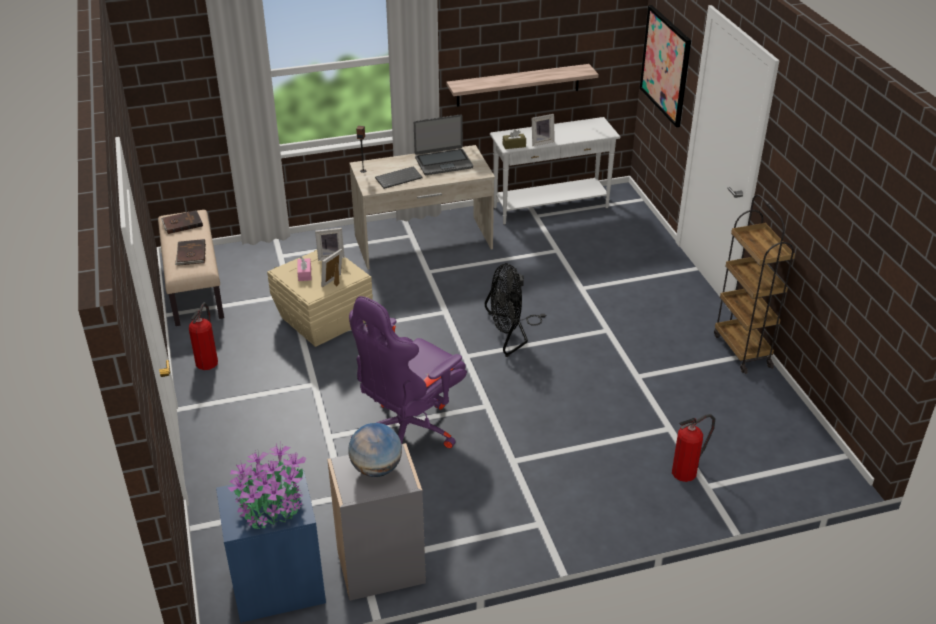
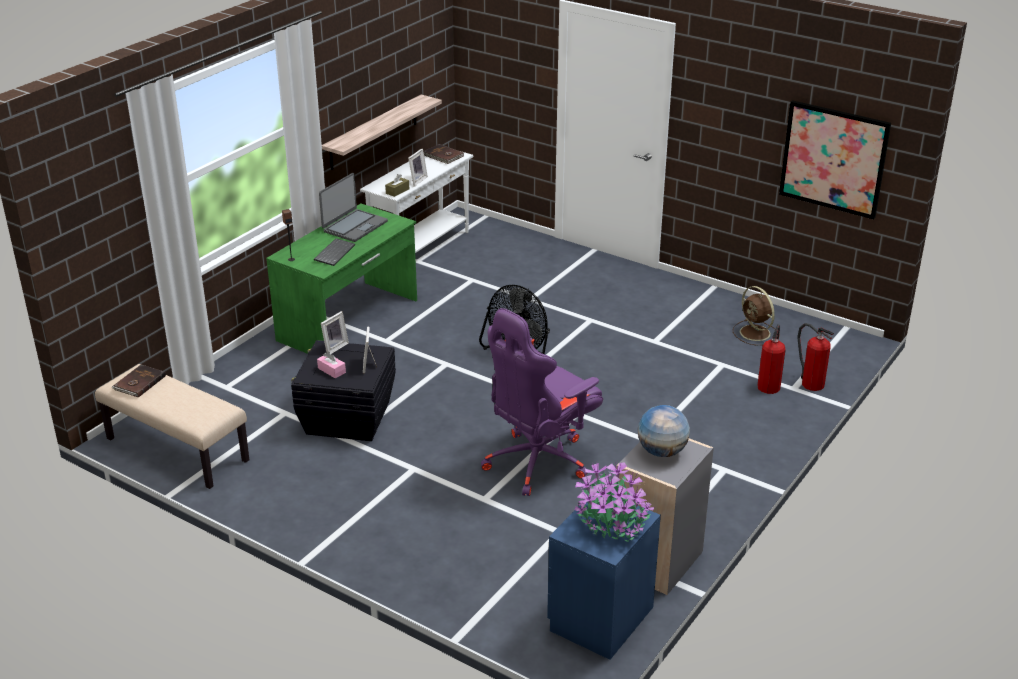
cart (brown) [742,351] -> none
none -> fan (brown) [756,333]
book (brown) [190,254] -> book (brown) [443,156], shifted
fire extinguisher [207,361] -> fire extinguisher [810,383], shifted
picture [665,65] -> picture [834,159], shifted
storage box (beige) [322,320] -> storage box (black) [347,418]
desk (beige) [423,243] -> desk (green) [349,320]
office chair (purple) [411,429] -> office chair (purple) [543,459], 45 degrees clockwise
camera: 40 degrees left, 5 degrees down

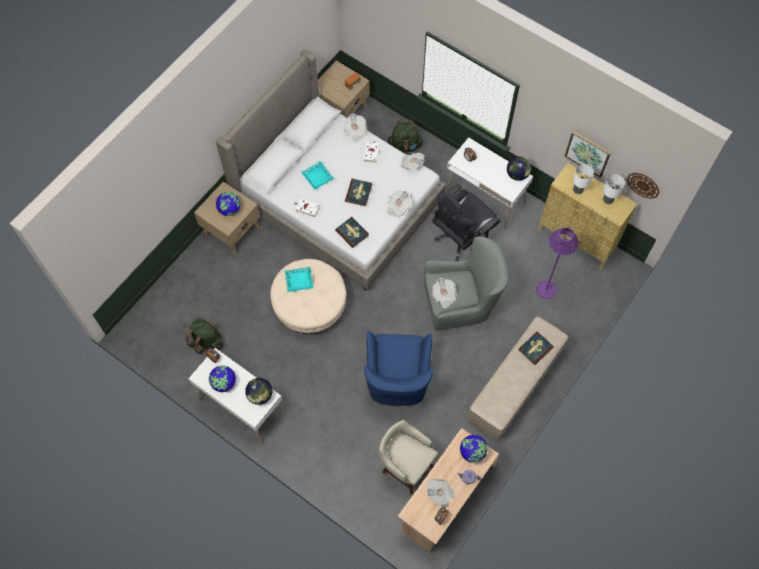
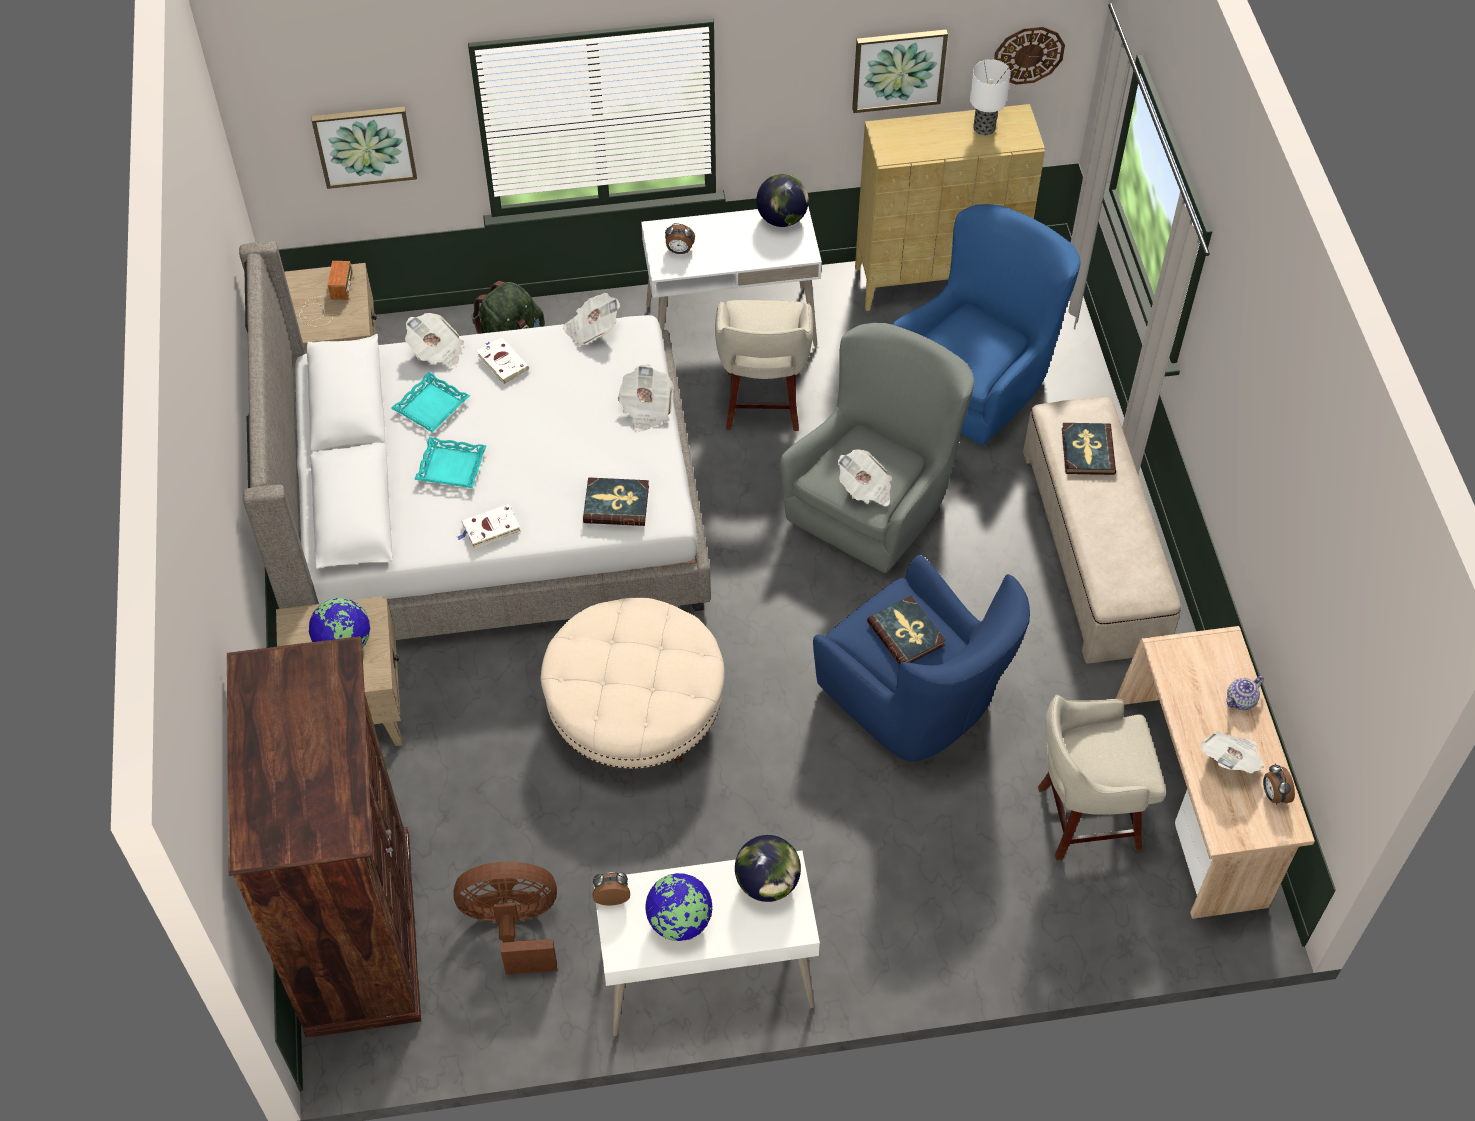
globe [472,452] -> none
table lamp [577,190] -> none
none -> wardrobe (brown) [360,932]
none -> picture [365,145]
tray (turquoise) [299,280] -> tray (turquoise) [431,406], shifted
book [358,193] -> book [906,633], shifted
backpack (green) [206,340] -> fan (brown) [514,926]
office chair (black) [463,236] -> stool (beige) [762,405]
floor lamp (purple) [546,289] -> armchair (blue) [977,381]
camera: 45 degrees left, 10 degrees down

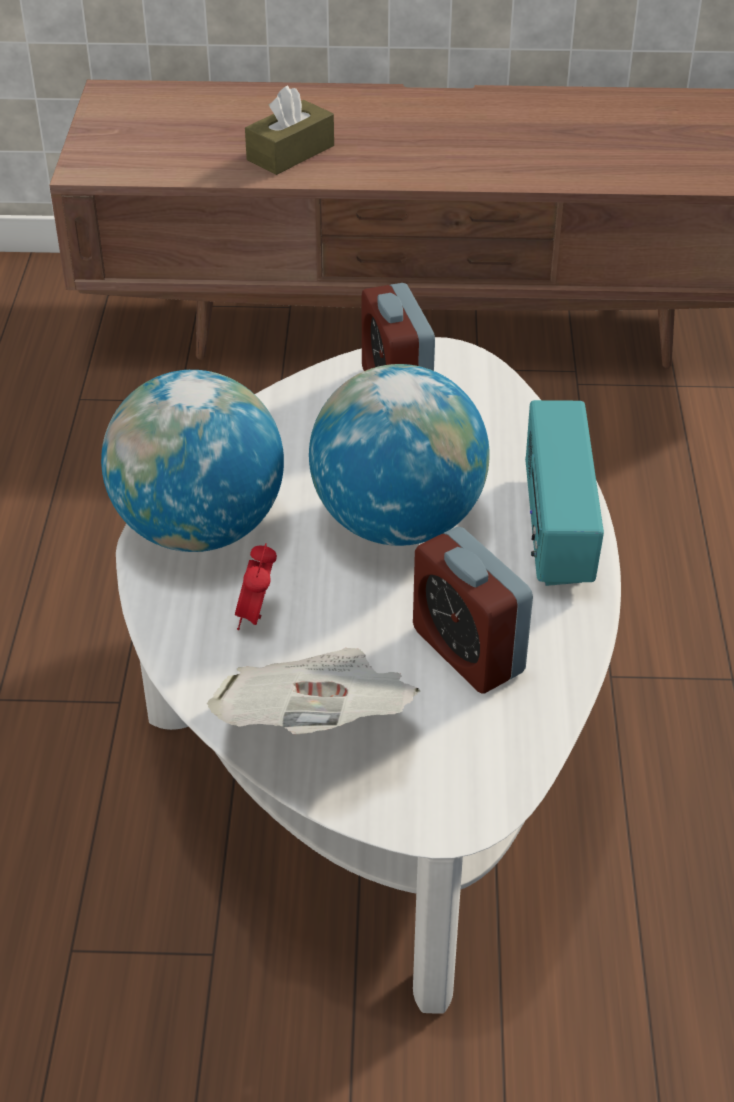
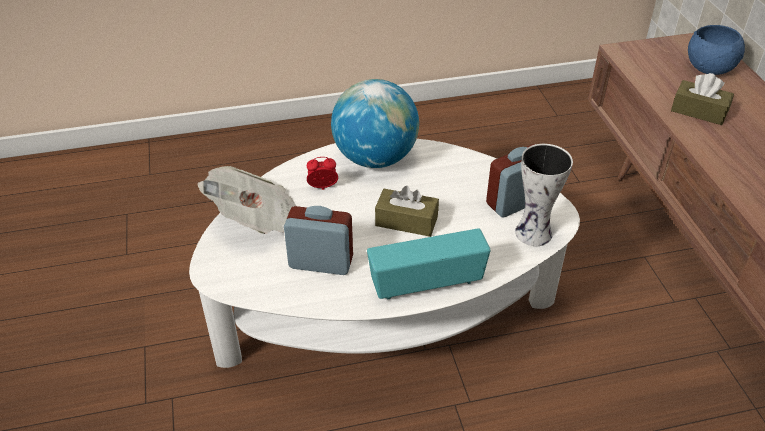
none -> vase [534,234]
none -> bowl (blue) [709,68]
globe [397,522] -> tissue box (brown) [406,221]
alarm clock [467,651] -> alarm clock [321,262], 60 degrees clockwise
camera: 75 degrees right, 0 degrees up

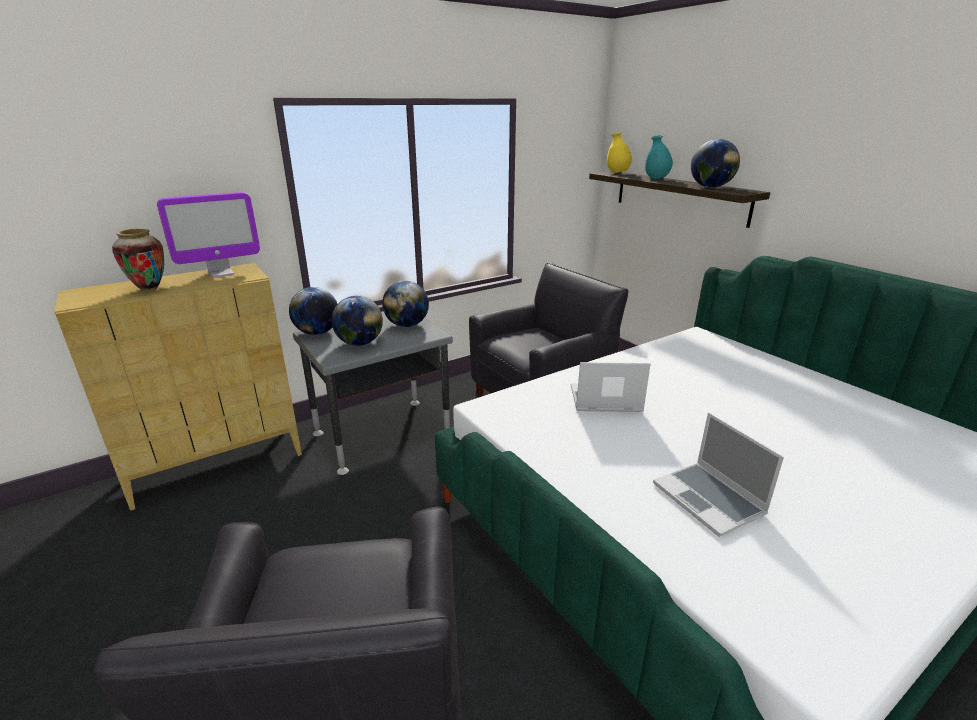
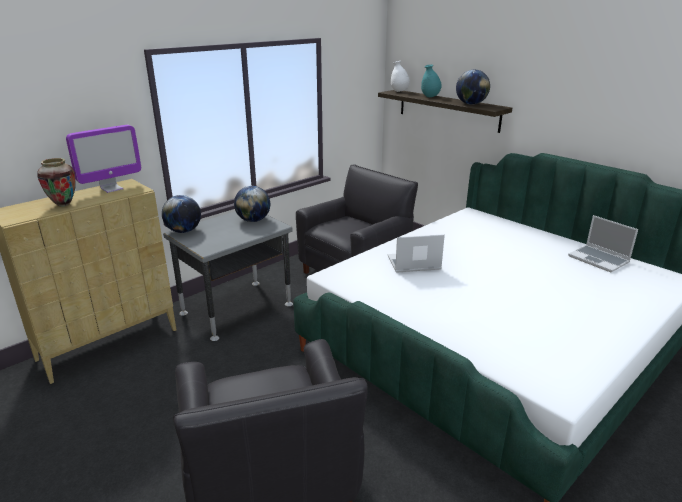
globe [360,343] -> none
laptop [710,500] -> laptop [599,259], shifted
vase (yellow) [617,173] -> vase (white) [399,91]
camera: 10 degrees left, 0 degrees up

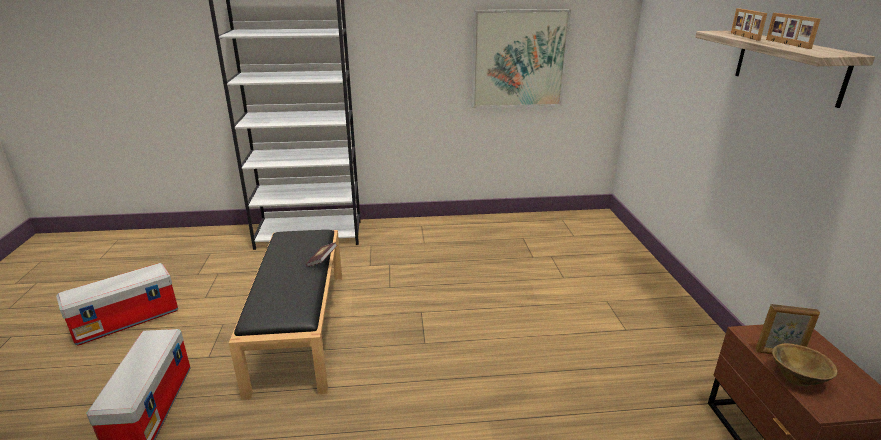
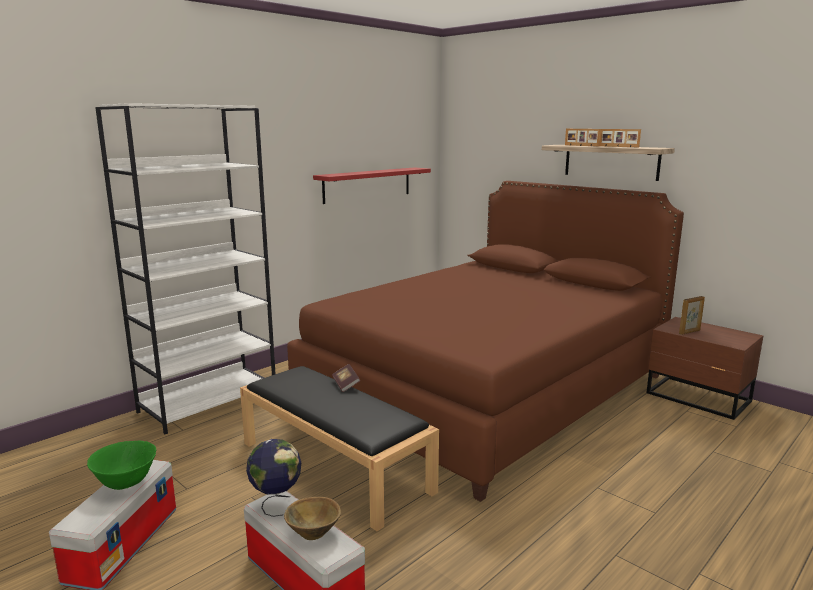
none -> bowl (green) [125,482]
none -> globe [276,502]
none -> bed (brown) [486,389]
bowl (brown) [797,378] -> bowl (brown) [314,532], shifted
picture [519,59] -> shelf (red) [367,184]
camera: 40 degrees left, 10 degrees down

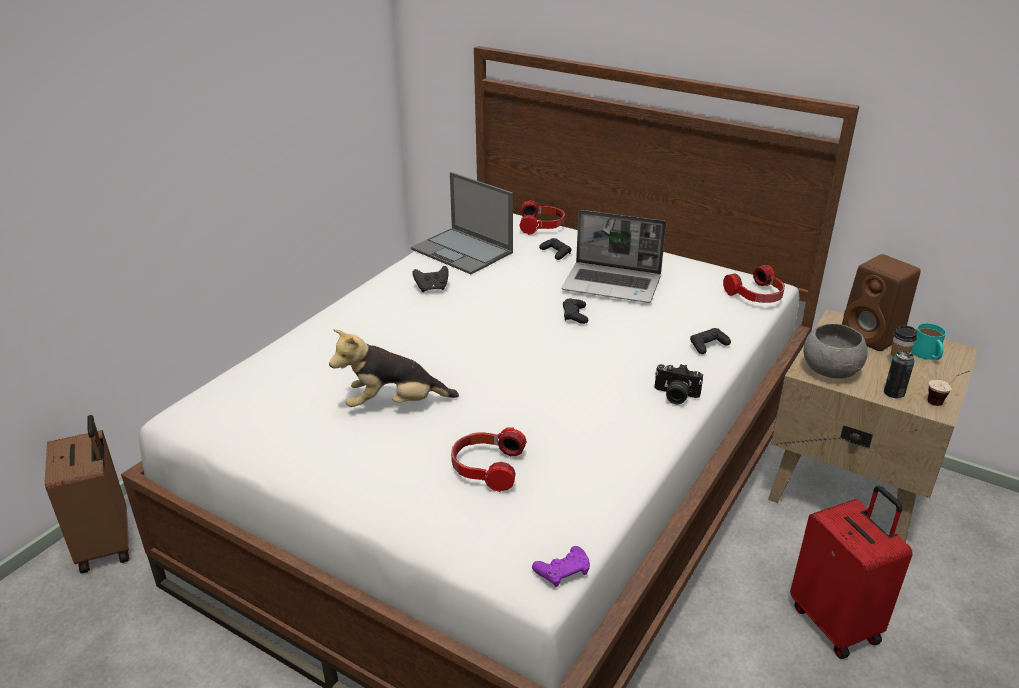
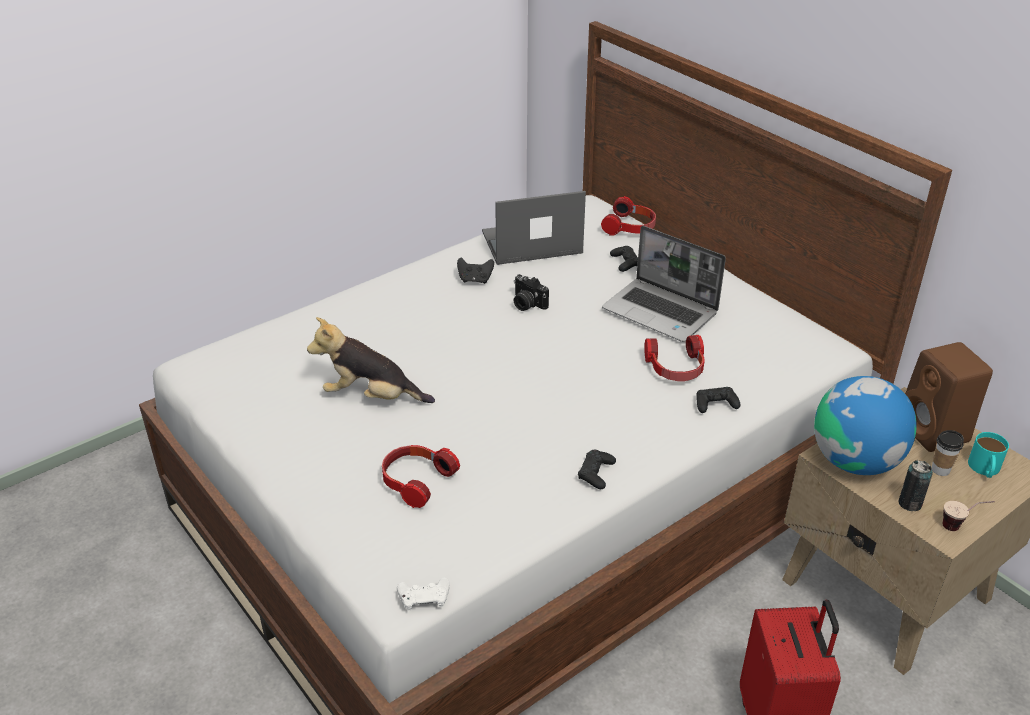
suitcase (brown) [107,544] -> none
game controller (black) [575,315] -> game controller (black) [596,473], shifted
photo camera [675,396] -> photo camera [527,304], shifted
headphones [756,296] -> headphones [676,368], shifted
bowl (grey) [830,370] -> globe [855,460]
game controller (purple) [562,570] -> game controller (white) [424,597]
laptop [463,251] -> laptop [530,243], 105 degrees clockwise
camera: 20 degrees right, 5 degrees up

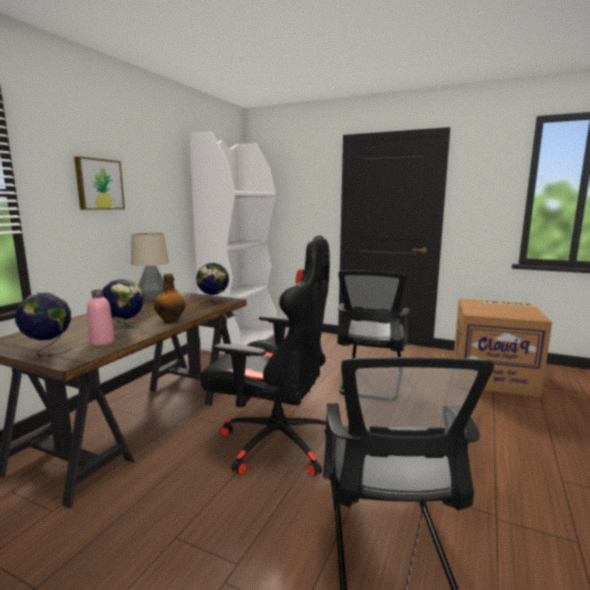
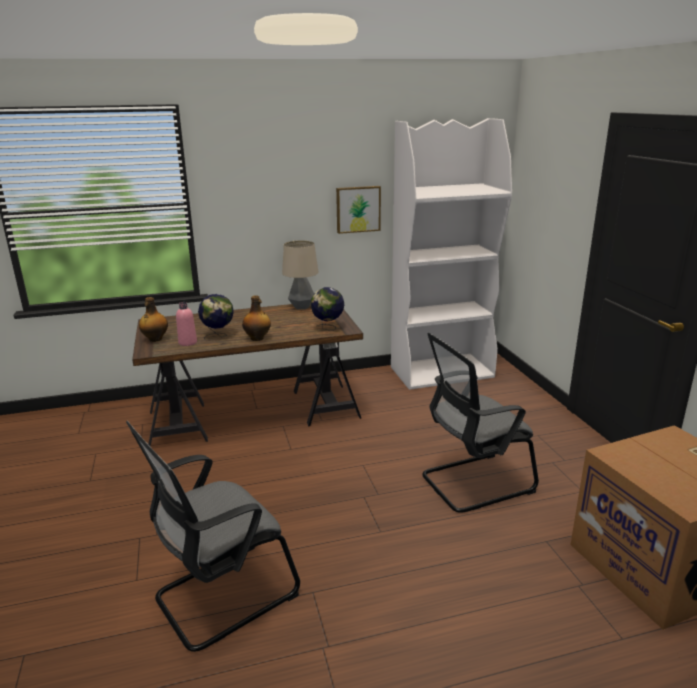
office chair (black) [269,443] -> none
picture [99,184] -> picture [358,209], shifted
globe [48,351] -> bottle [155,339]
camera: 50 degrees right, 10 degrees up

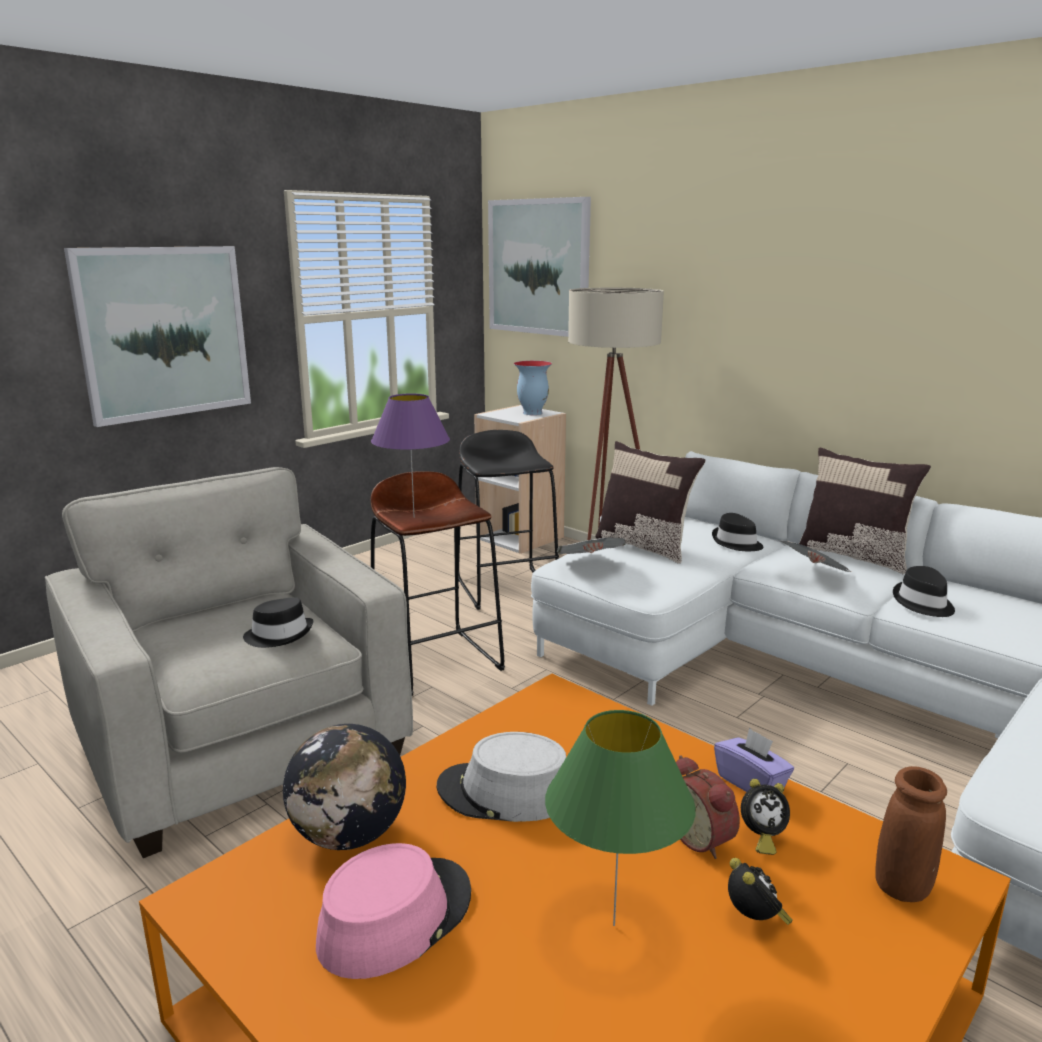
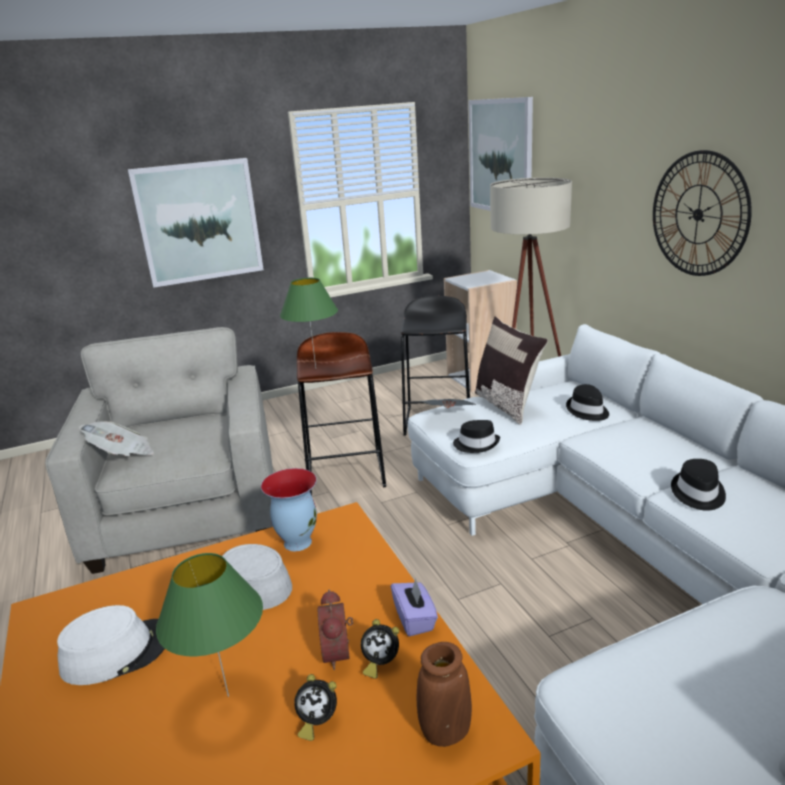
globe [349,835] -> none
pillow [854,557] -> none
none -> wall clock [698,214]
hat (black) [279,635] -> hat (black) [476,444], shifted
vase [532,413] -> vase [297,542], shifted
newspaper [815,576] -> newspaper [123,454], shifted
hat (pink) [395,917] -> hat (white) [117,651]
table lamp (purple) [413,517] -> table lamp (green) [316,368]
alarm clock [755,920] -> alarm clock [317,722], 90 degrees clockwise
camera: 25 degrees right, 5 degrees up

